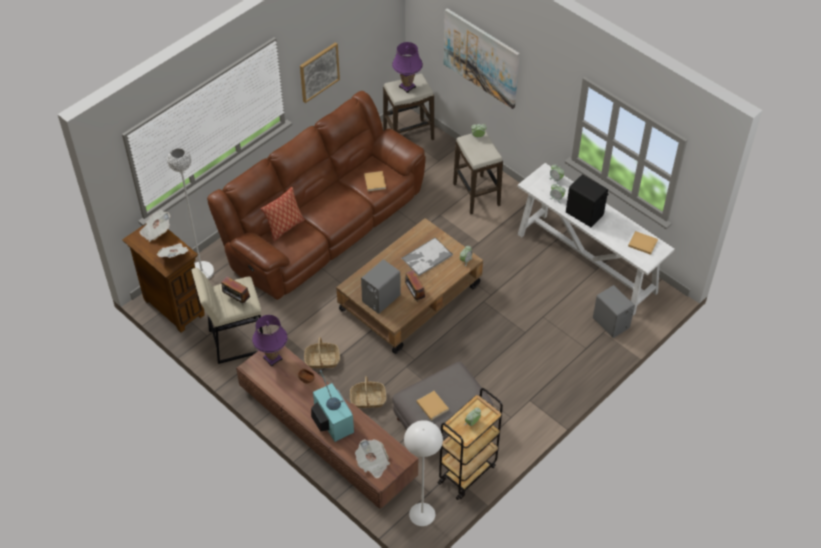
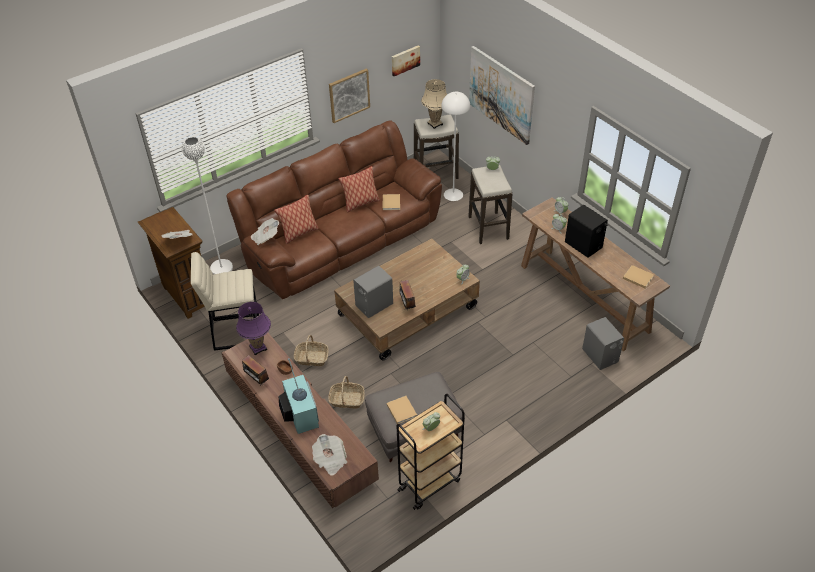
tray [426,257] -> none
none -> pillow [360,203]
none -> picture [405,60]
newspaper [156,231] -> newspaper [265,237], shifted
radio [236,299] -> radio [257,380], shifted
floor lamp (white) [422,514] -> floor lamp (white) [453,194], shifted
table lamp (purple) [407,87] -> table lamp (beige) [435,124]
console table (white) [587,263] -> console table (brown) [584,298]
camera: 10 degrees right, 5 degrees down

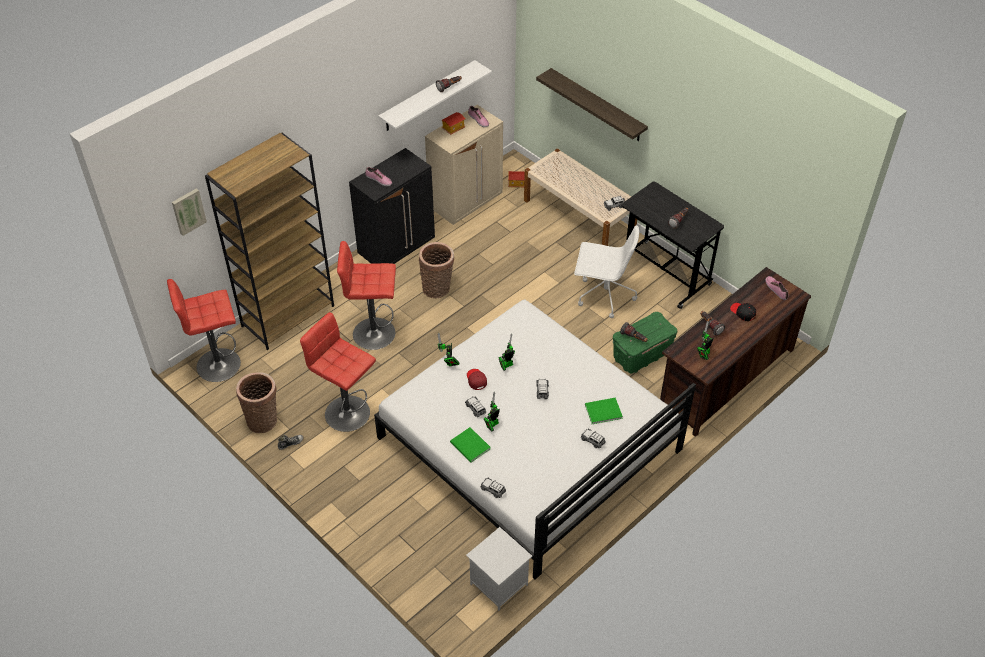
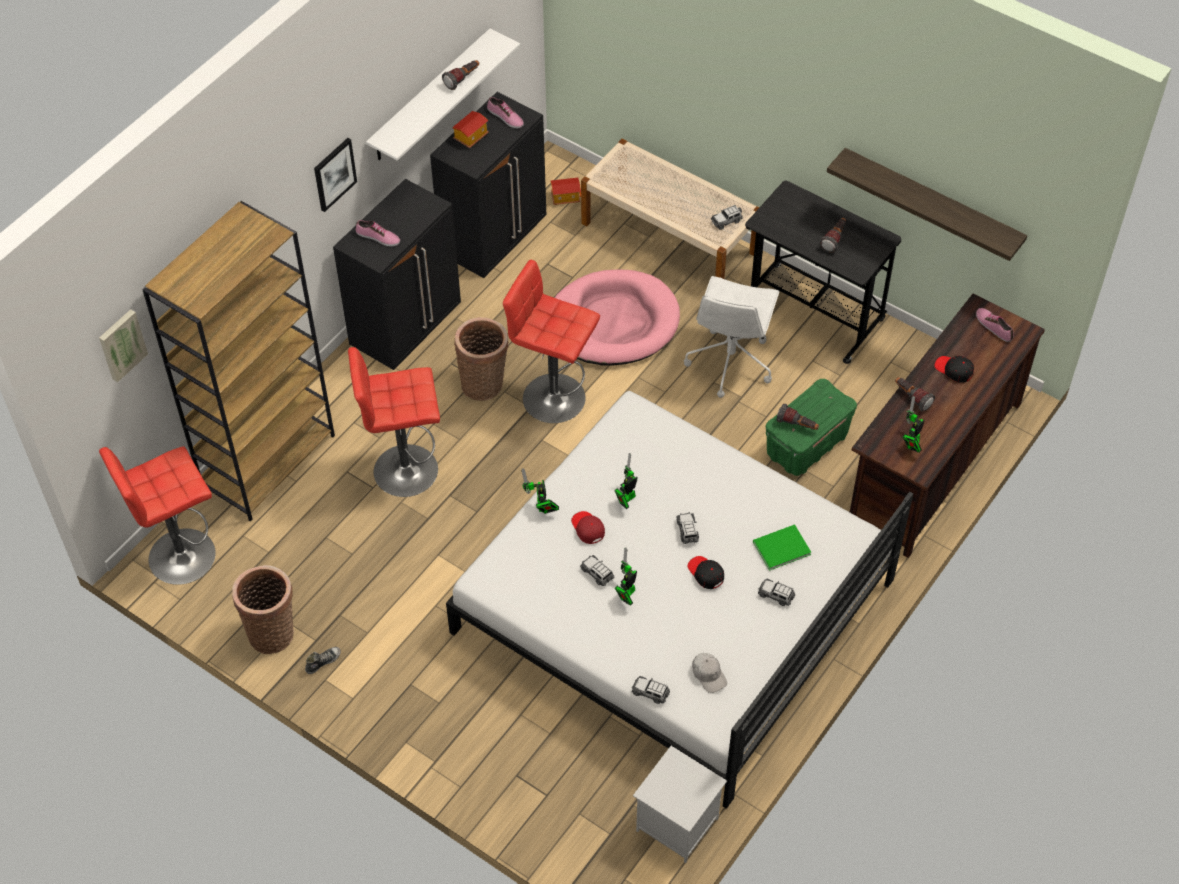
book (green) [470,446] -> none
none -> picture [334,174]
none -> dog bed (pink) [613,322]
none -> cap (black) [705,573]
none -> cap (white) [708,674]
stool (red) [347,413] -> stool (red) [553,397], shifted
shelf [597,105] -> shelf [932,203], shifted
cabinet (beige) [466,199] -> cabinet (black) [494,234]
office chair (white) [602,296] -> office chair (white) [731,360], 105 degrees clockwise
camera: 10 degrees left, 5 degrees up

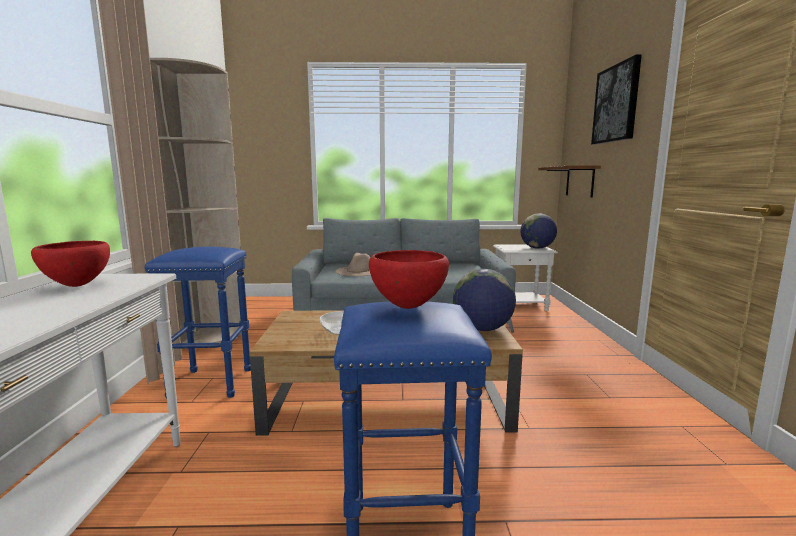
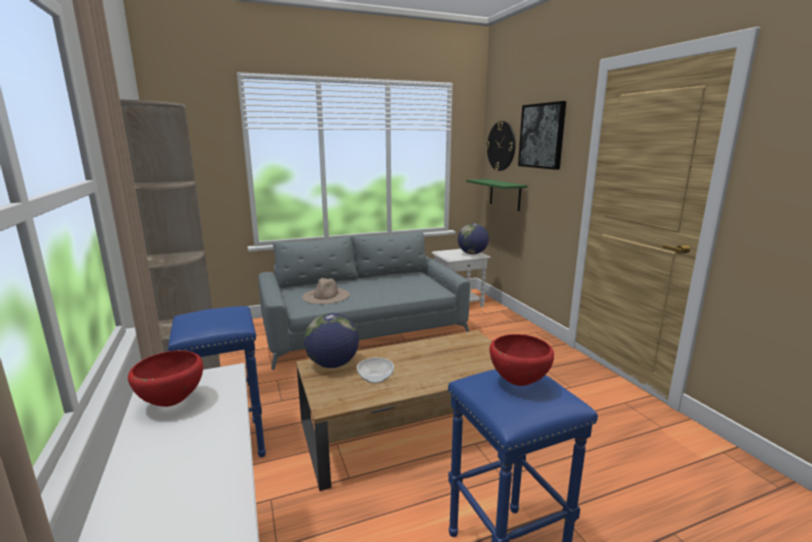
none -> wall clock [501,146]
globe [482,329] -> globe [333,364], shifted
shelf (brown) [580,181] -> shelf (green) [505,194]
camera: 20 degrees left, 5 degrees up

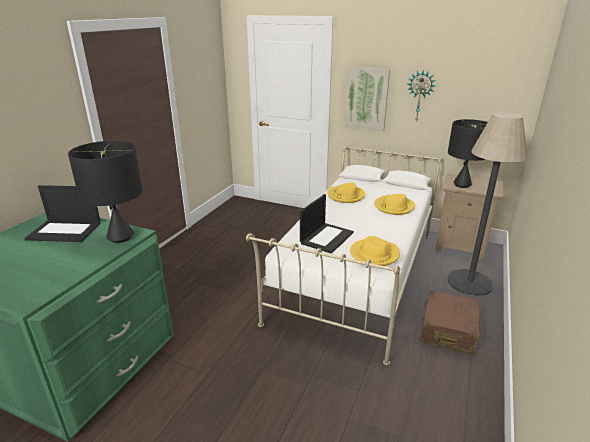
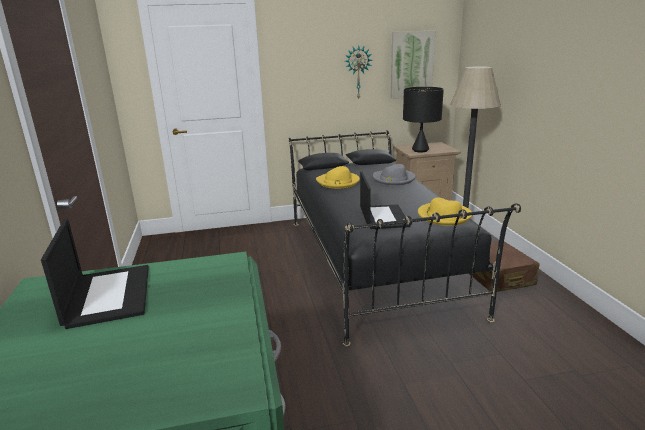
table lamp (black) [121,237] -> none
picture [366,99] -> picture [411,65], shifted
bed (white) [356,275] -> bed (black) [372,264]
hat (yellow) [393,207] -> hat (grey) [393,179]
laptop [65,231] -> laptop [108,295], 75 degrees counterclockwise
camera: 35 degrees left, 5 degrees down

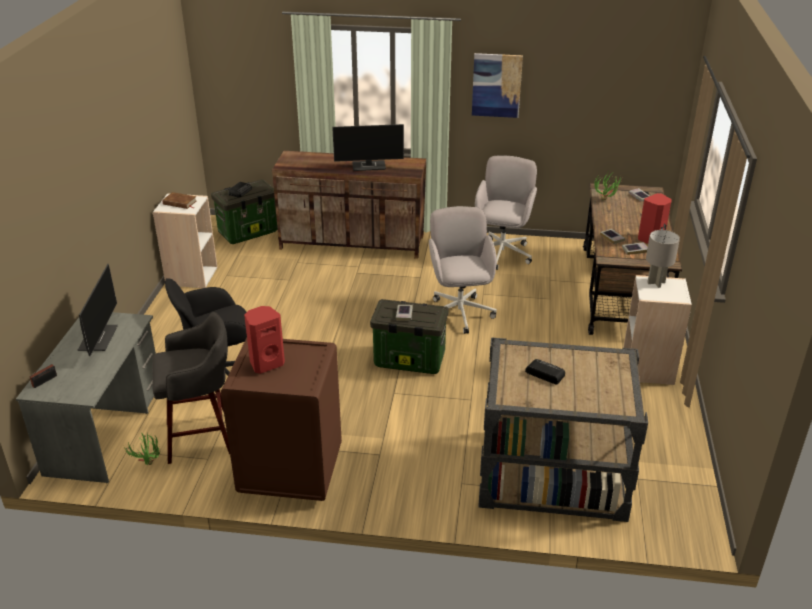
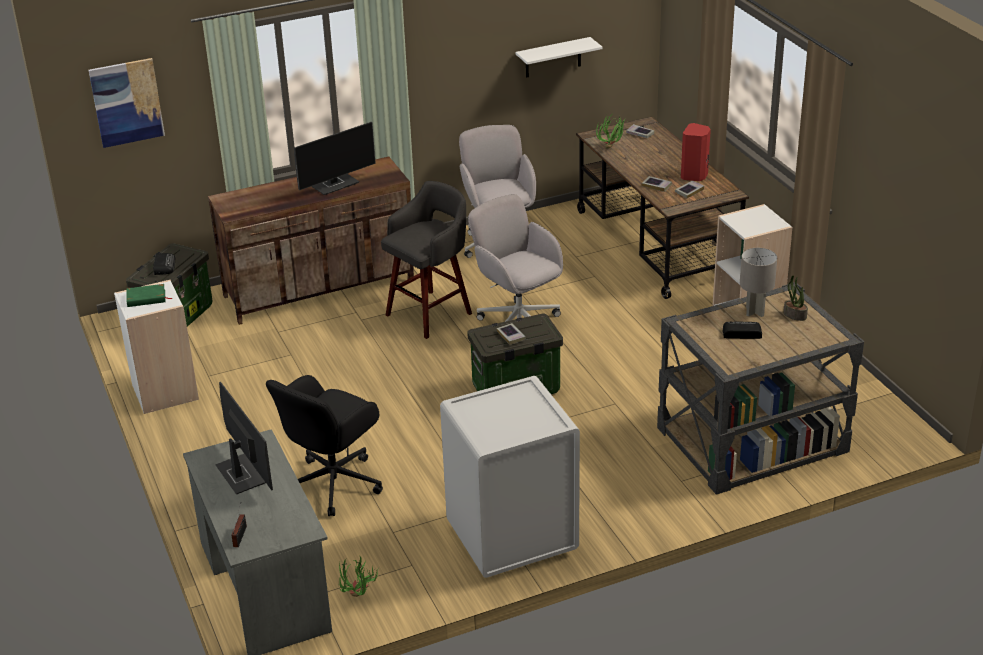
speaker (red) [266,363] -> none
none -> shelf (white) [553,57]
none -> potted plant [794,315]
stool (grey) [202,437] -> stool (grey) [431,313], shifted
picture [496,85] -> picture [127,102], shifted
table lamp (grey) [656,283] -> table lamp (grey) [755,312], shifted
book (brown) [180,203] -> book (green) [146,298]
dresser (brown) [289,473] -> dresser (grey) [511,542]
camera: 30 degrees left, 0 degrees up

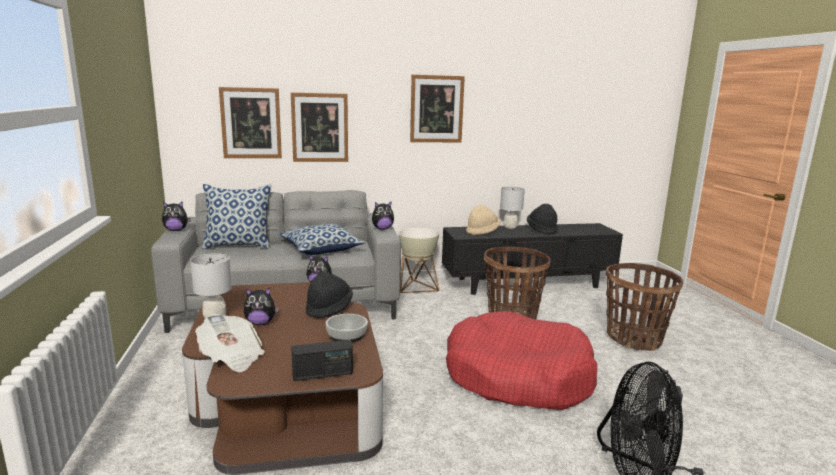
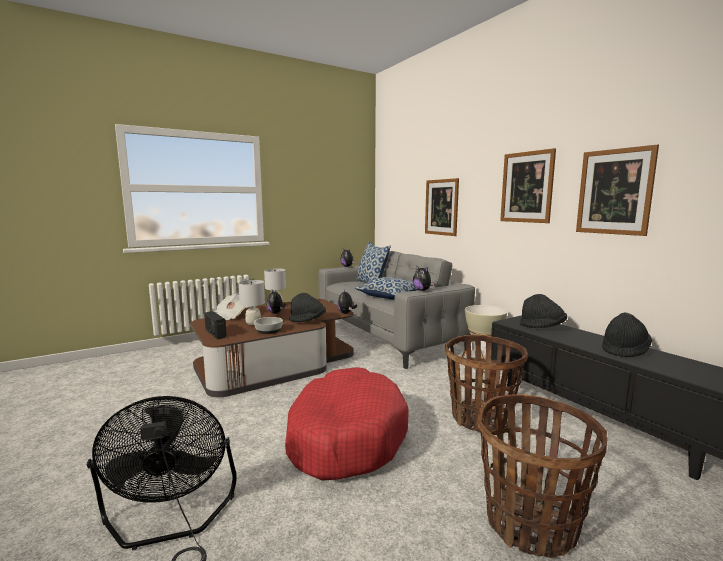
picture [251,123] -> picture [614,192], shifted
table lamp (grey) [510,228] -> table lamp (grey) [253,324], shifted
hat (beige) [482,232] -> hat (black) [542,327]
camera: 70 degrees right, 5 degrees down

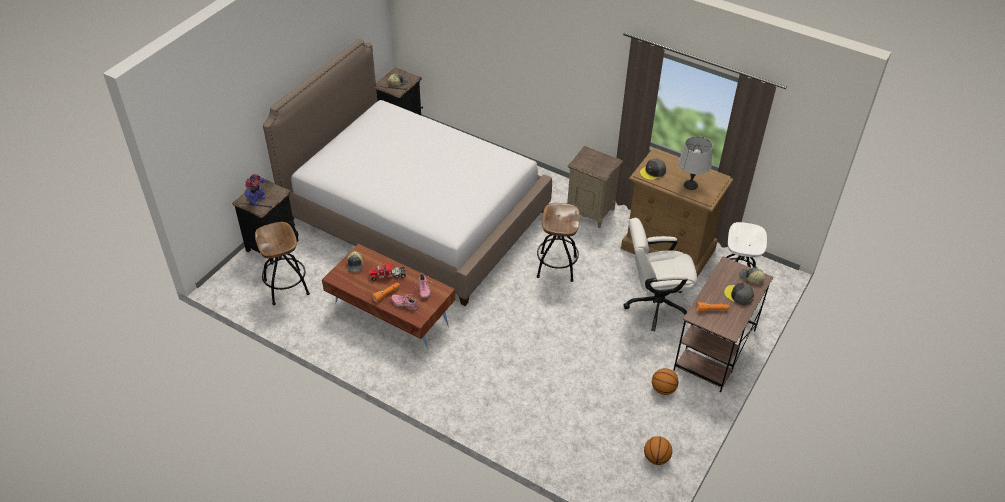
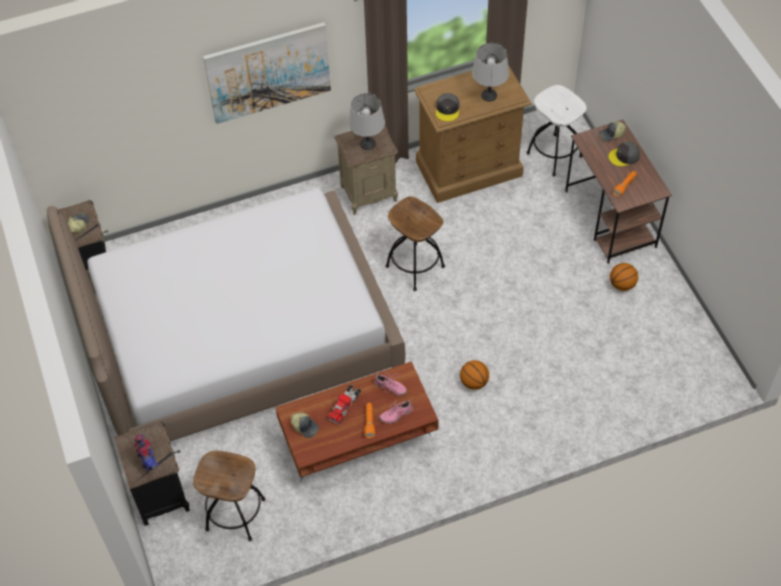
office chair (white) [653,307] -> none
none -> picture [268,72]
none -> table lamp (grey) [368,143]
basketball [656,458] -> basketball [474,382], shifted
camera: 50 degrees left, 10 degrees up

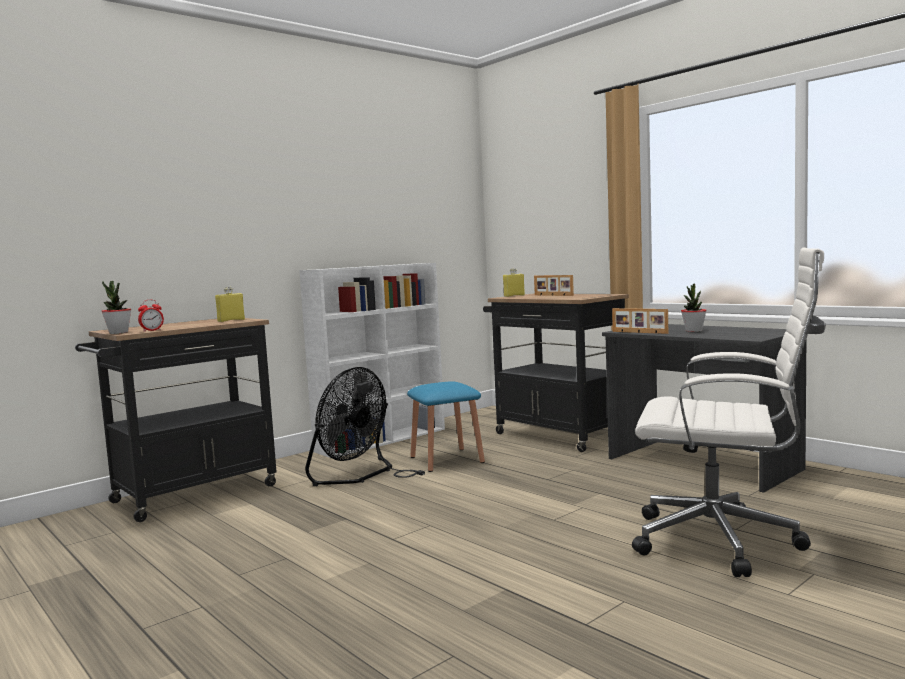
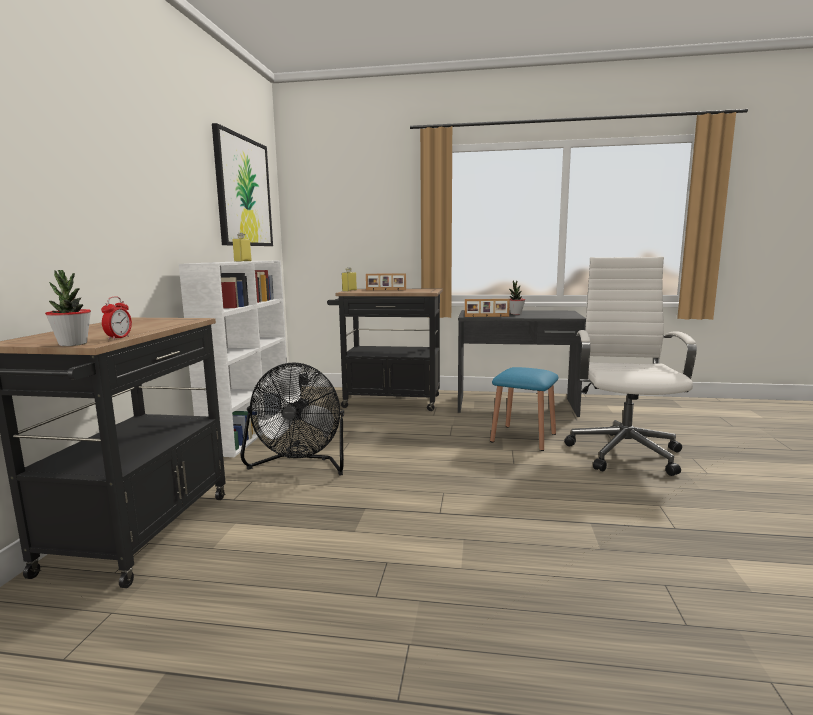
none -> picture [243,192]
bottle (yellow) [231,320] -> bottle (yellow) [243,261], shifted
stool (blue) [446,460] -> stool (blue) [523,437], shifted
fan (black) [366,473] -> fan (black) [298,463], 75 degrees counterclockwise
office chair (white) [724,541] -> office chair (white) [623,451], 60 degrees counterclockwise
camera: 40 degrees left, 5 degrees up

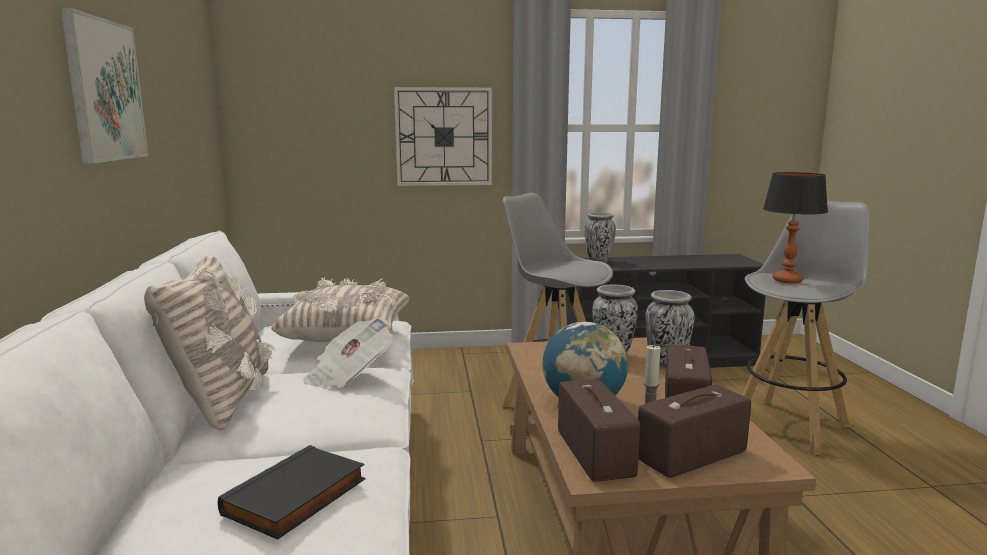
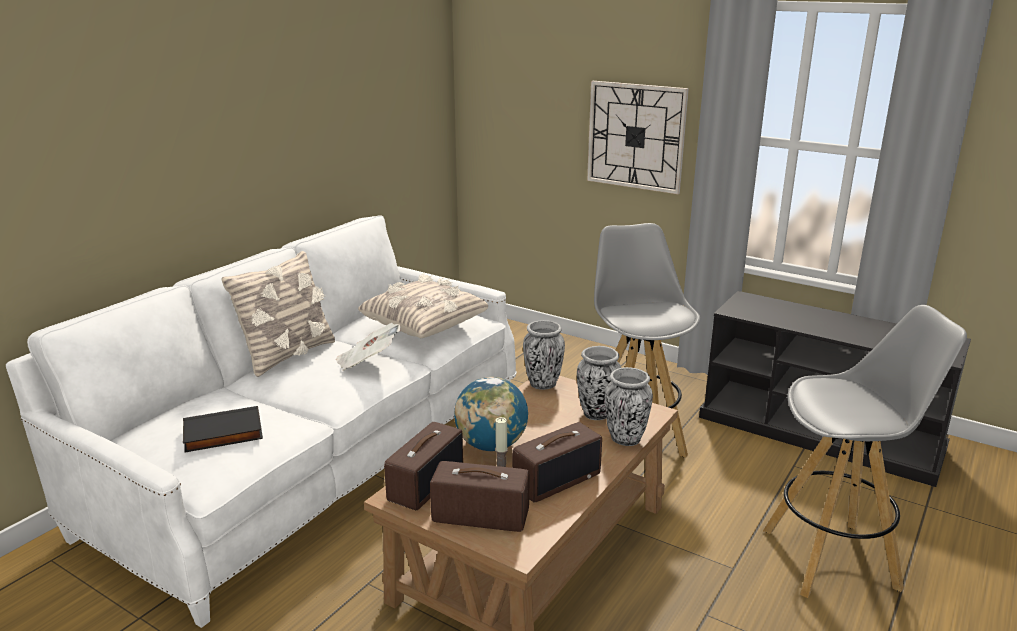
picture [105,90] -> none
table lamp [787,280] -> none
vase [598,261] -> vase [543,384], shifted
camera: 40 degrees right, 10 degrees up

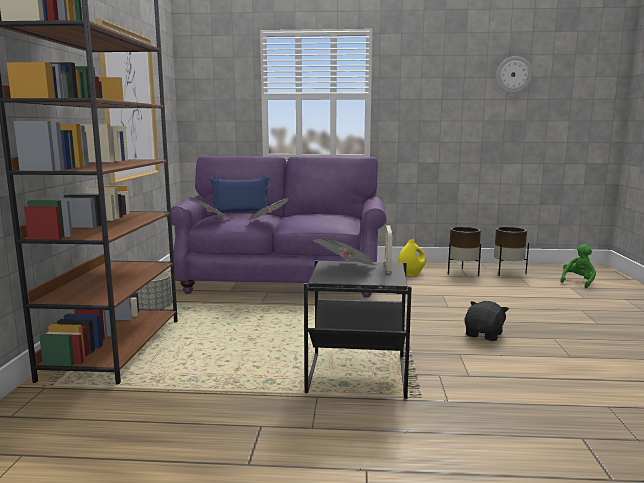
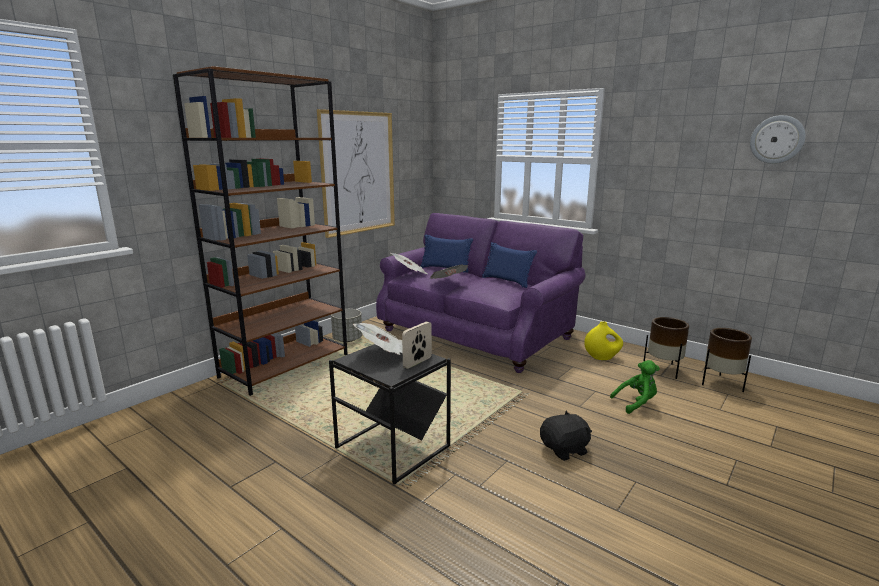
none -> pillow (blue) [507,281]
plush toy (green) [578,282] -> plush toy (green) [636,403], shifted
camera: 35 degrees right, 5 degrees up

